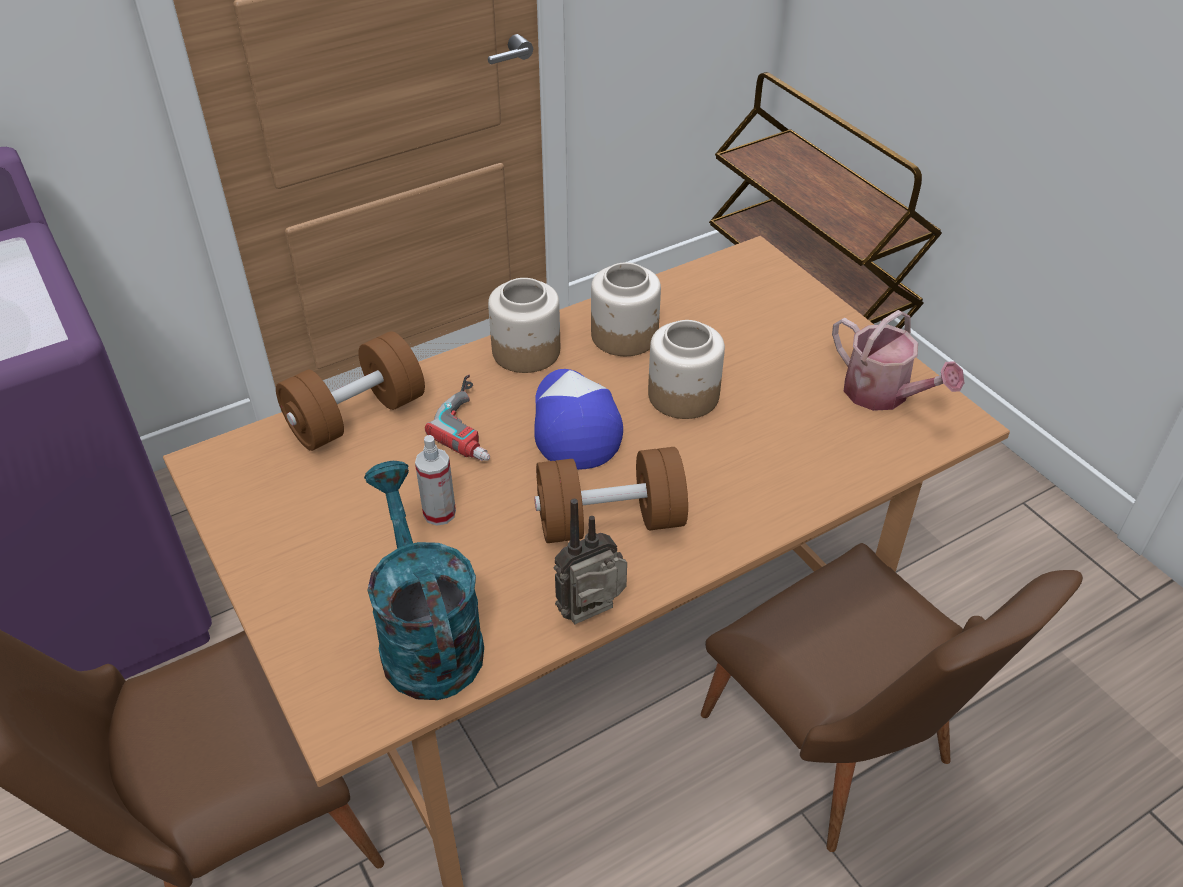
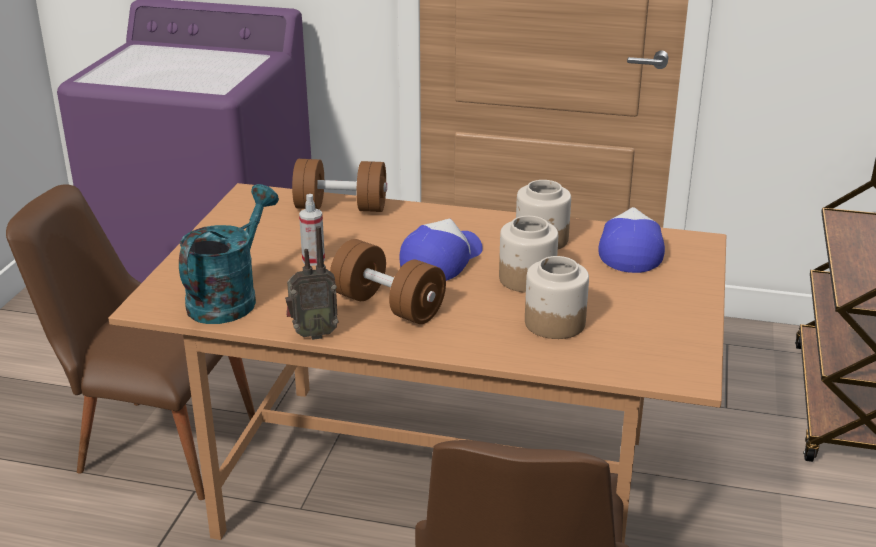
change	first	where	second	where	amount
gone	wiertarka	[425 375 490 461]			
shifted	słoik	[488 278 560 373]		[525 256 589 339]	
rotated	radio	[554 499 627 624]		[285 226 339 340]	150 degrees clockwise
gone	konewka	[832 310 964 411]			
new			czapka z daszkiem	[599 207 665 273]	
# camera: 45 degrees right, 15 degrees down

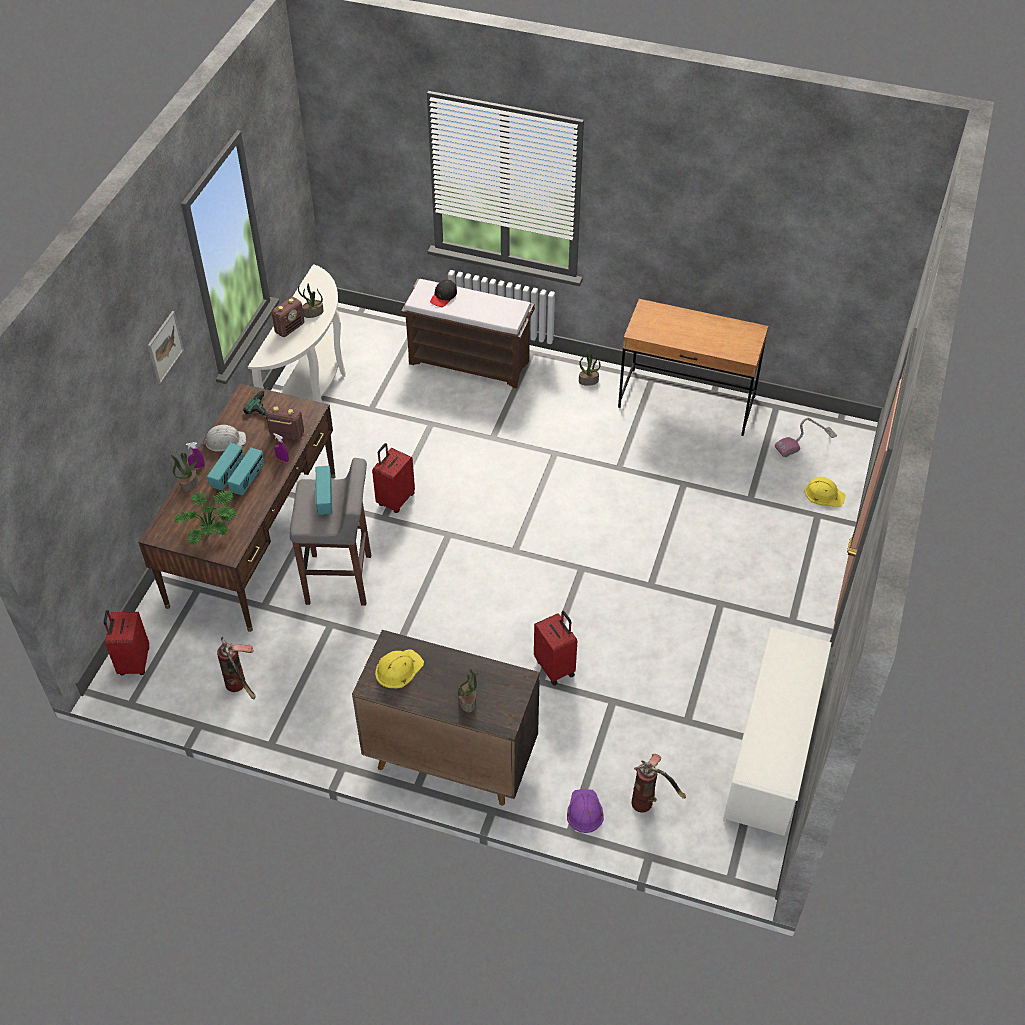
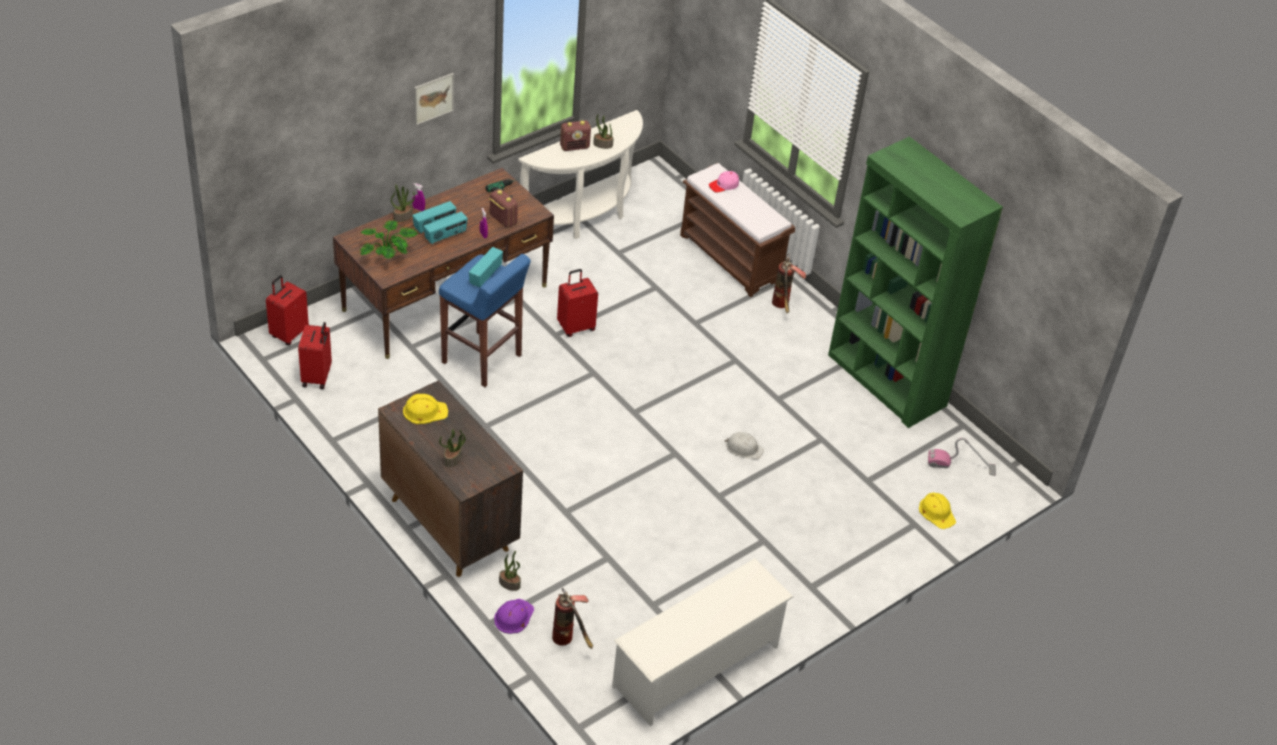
change	first	where	second	where	amount
shifted	kask [biały]	[202 425 246 452]		[725 432 764 459]	
shifted	gaśnica	[217 637 256 699]		[772 254 806 314]	
repainted	stołek [szary]	[290 458 371 605]	stołek [niebieski]	[439 254 531 387]	
repainted	czapka z daszkiem [czarny]	[430 280 457 307]	czapka z daszkiem [różowy]	[709 171 739 192]	
shifted	walizka [czerwony]	[534 611 577 686]		[298 322 332 389]	
shifted	roślina doniczkowa	[579 350 601 386]		[499 551 521 591]	
swapped	biurko [brązowy]	[618 299 768 436]	regał [zielony]	[828 136 1003 428]	
# camera: 30 degrees right, 5 degrees down

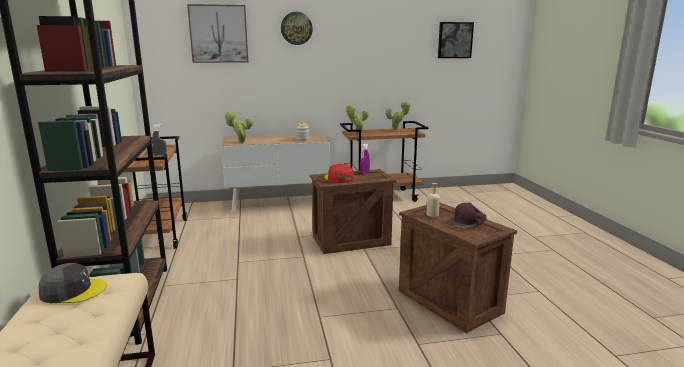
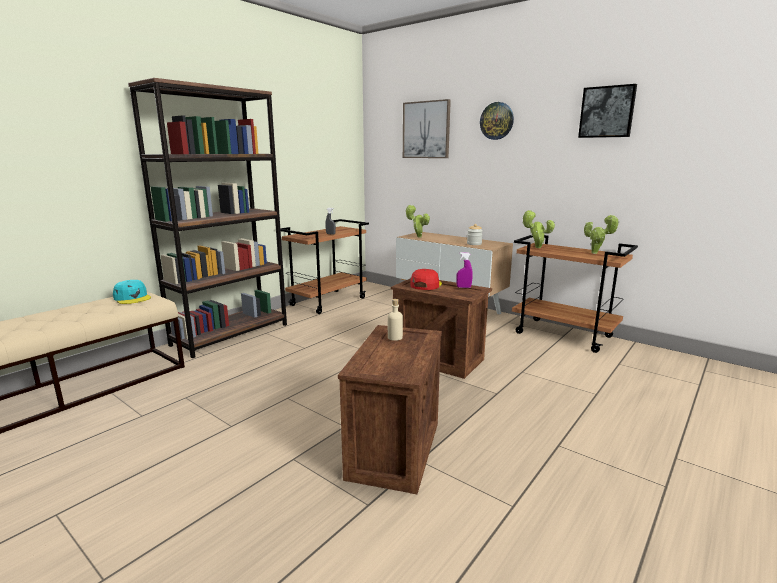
change	first	where	second	where	amount
repainted	czapka z daszkiem [szary]	[38 263 107 303]	czapka z daszkiem [turkusowy]	[113 280 151 304]	
shifted	obraz	[438 22 474 58]		[578 84 637 138]	
gone	czapka z daszkiem [brązowy]	[445 202 487 229]			
# camera: 50 degrees right, 0 degrees up

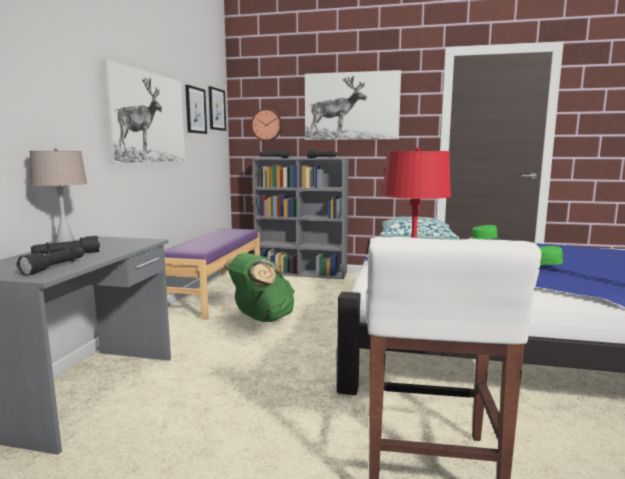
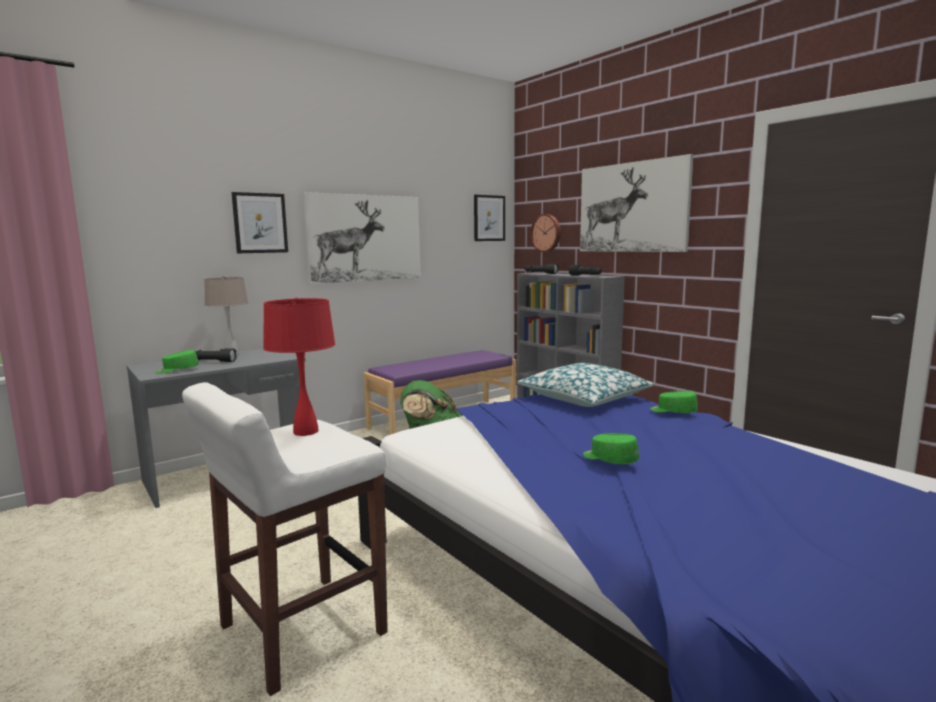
change	first	where	second	where	amount
swapped	latarka [czarny]	[17 247 85 276]	czapka z daszkiem [zielony]	[155 350 199 374]	
shifted	obraz	[185 85 207 134]		[231 192 288 253]	
# camera: 40 degrees right, 0 degrees up

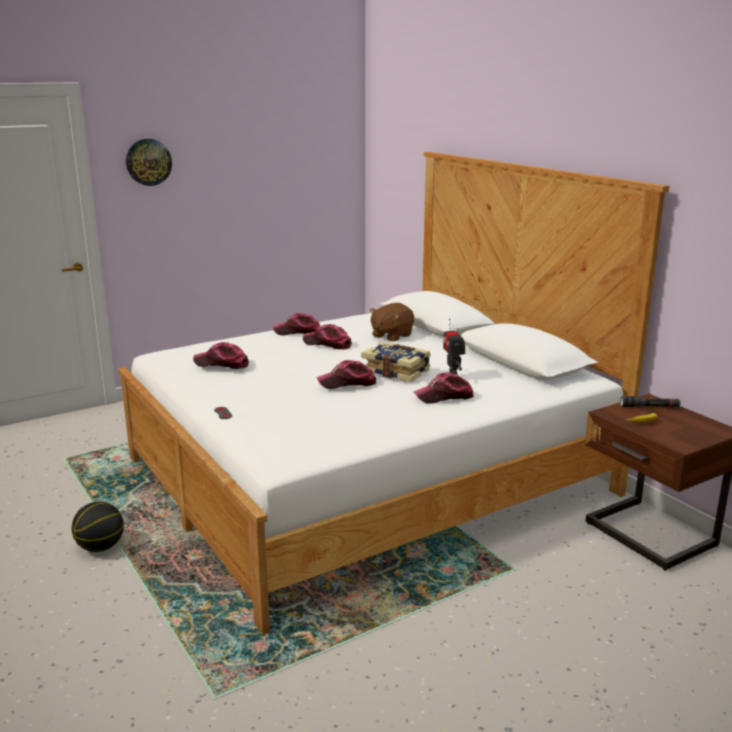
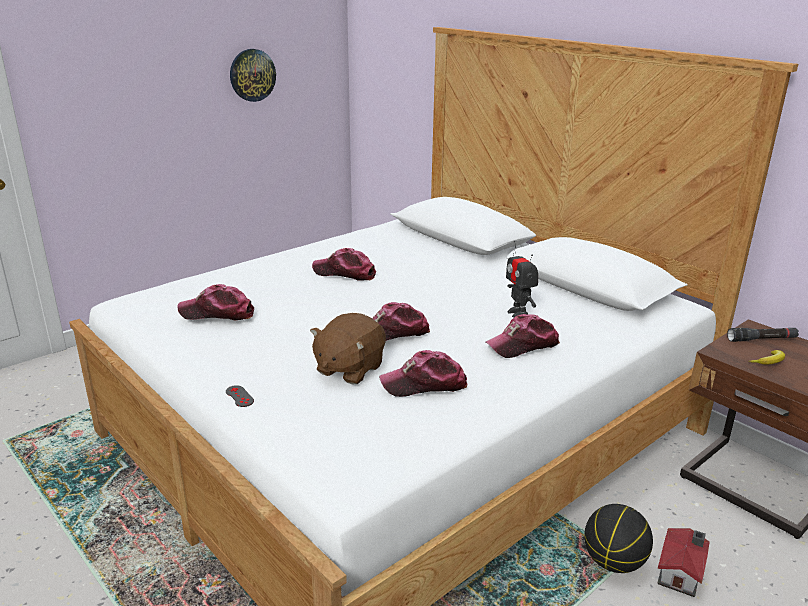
change	first	where	second	where	amount
shifted	piłka do koszykówki	[72 502 124 552]		[584 504 653 573]	
shifted	zegar ścienny	[126 139 172 186]		[230 49 276 102]	
shifted	czapka z daszkiem	[273 313 320 335]		[379 350 467 397]	
gone	książka	[361 342 431 382]			
shifted	pluszak [brązowy]	[370 303 414 342]		[310 313 386 385]	
new			domek	[657 528 710 597]	
# camera: 10 degrees left, 5 degrees up

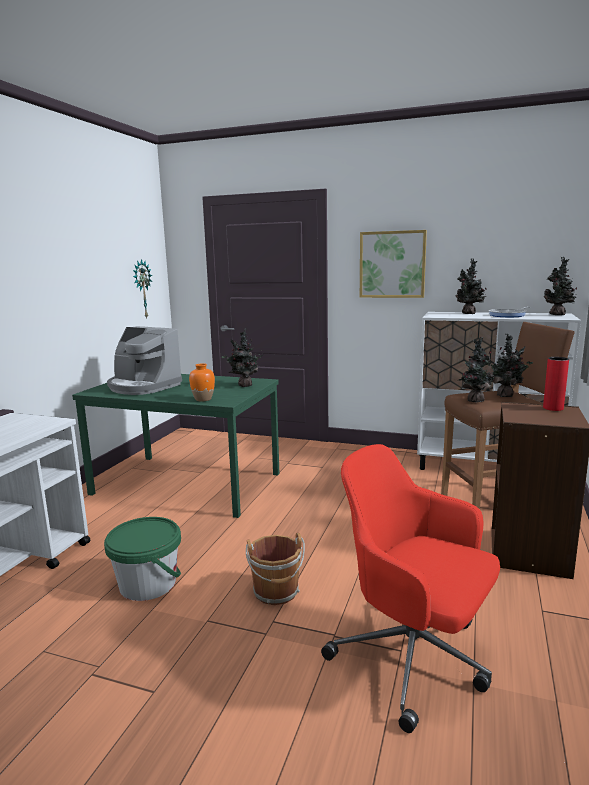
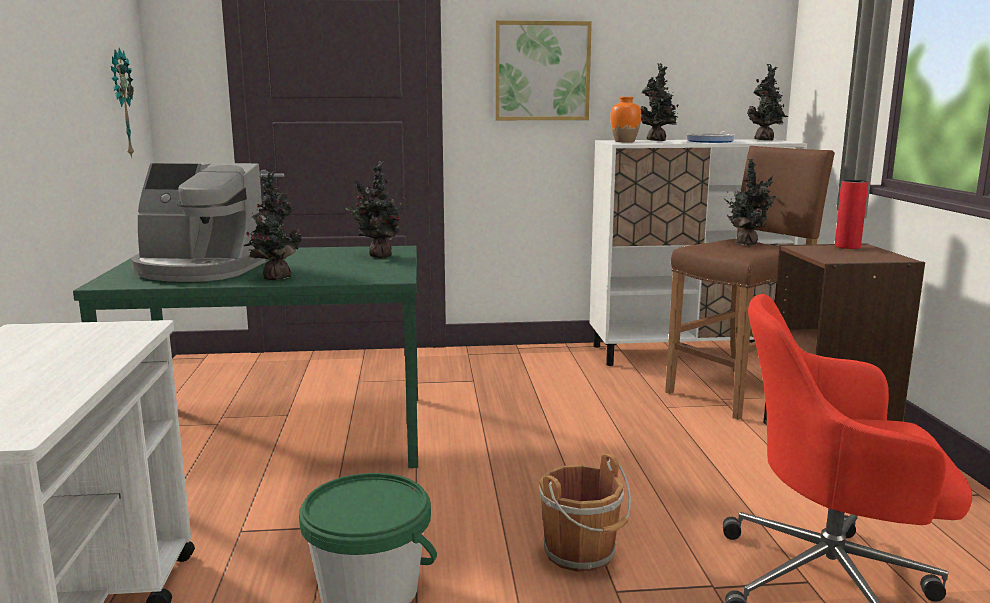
change	first	where	second	where	amount
shifted	wazon [pomarańczowy]	[189 363 215 402]		[610 97 641 142]	
shifted	roślina doniczkowa	[459 337 494 403]		[243 171 302 280]	
# camera: 25 degrees left, 0 degrees up

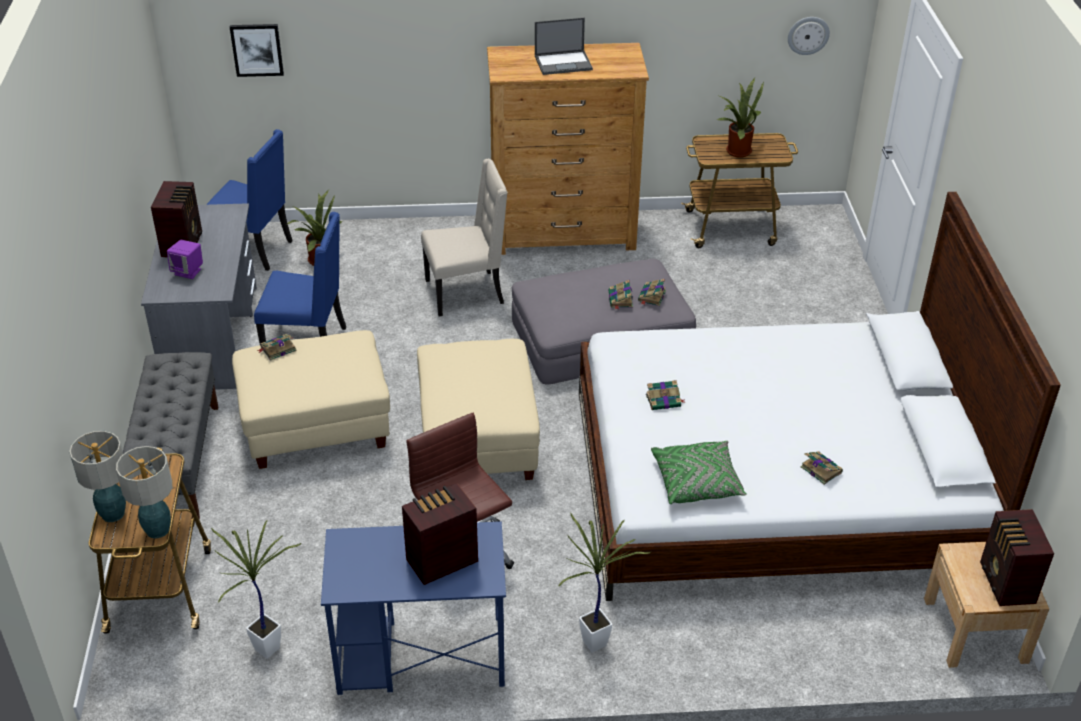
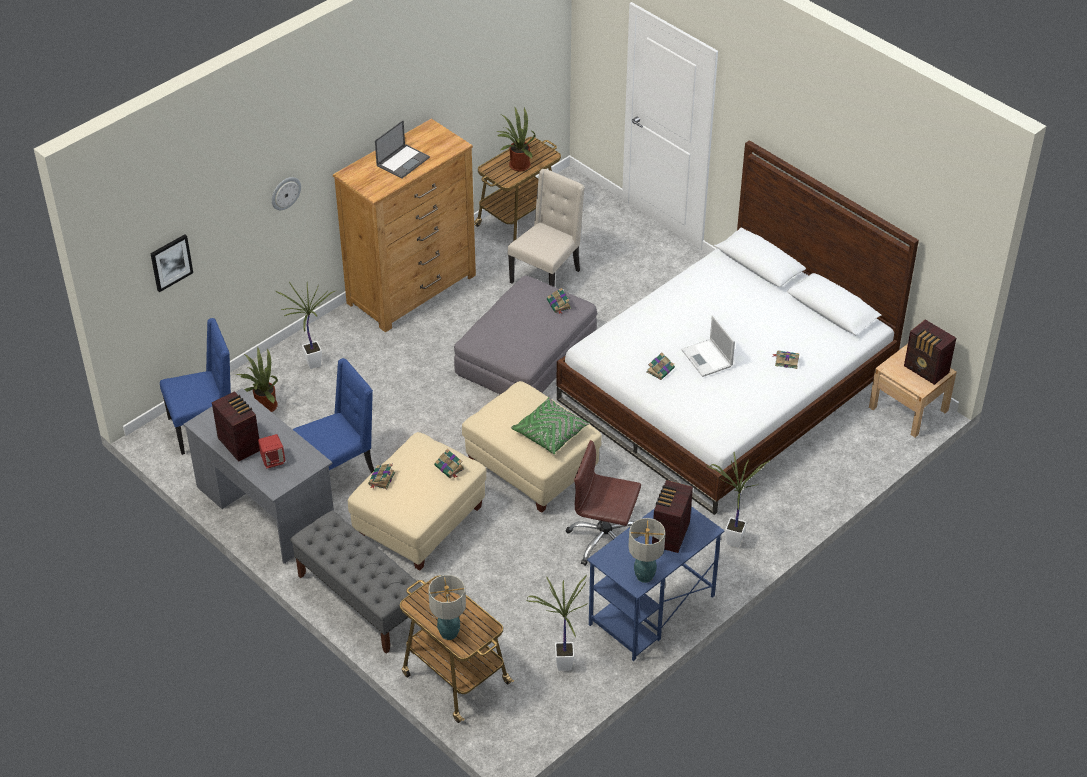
change	first	where	second	where	amount
shifted	lampa stołowa	[116 446 172 539]		[628 518 665 583]	
repainted	głośnik [fioletowy]	[167 240 203 279]	głośnik [czerwony]	[258 434 285 468]	
shifted	krzesło [beżowy]	[421 159 508 317]		[508 169 585 287]	
shifted	książka	[609 280 633 310]		[434 449 464 478]	
shifted	poduszka [zielony]	[651 441 747 504]		[511 397 590 454]	
shifted	zegar ścienny	[788 17 830 55]		[271 177 301 210]	
new			roślina doniczkowa	[275 282 337 369]	
new			laptop	[681 315 735 377]	
# camera: 40 degrees left, 5 degrees up

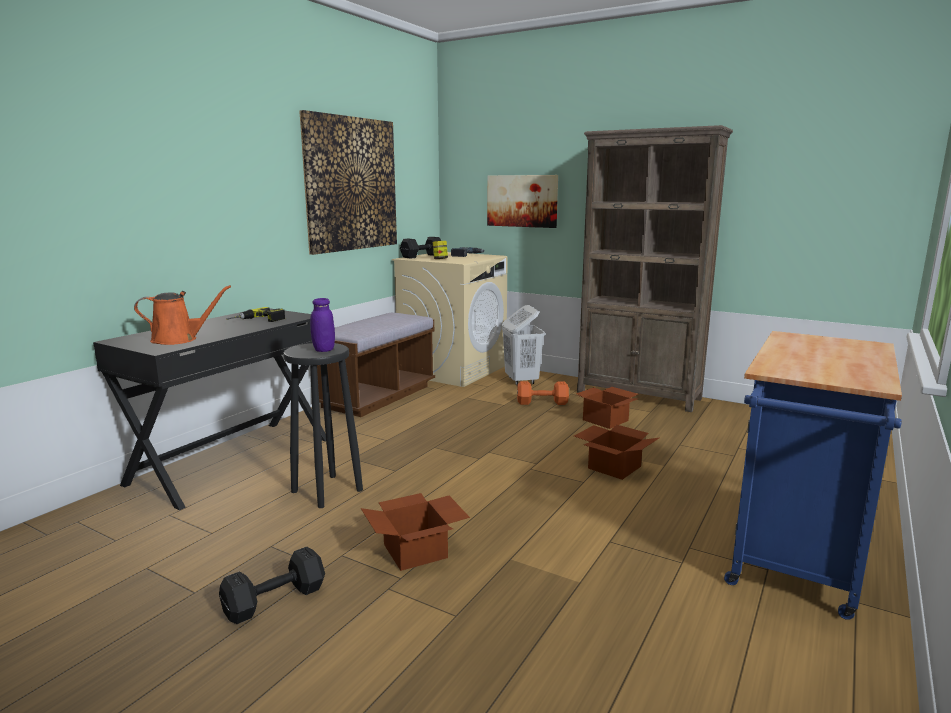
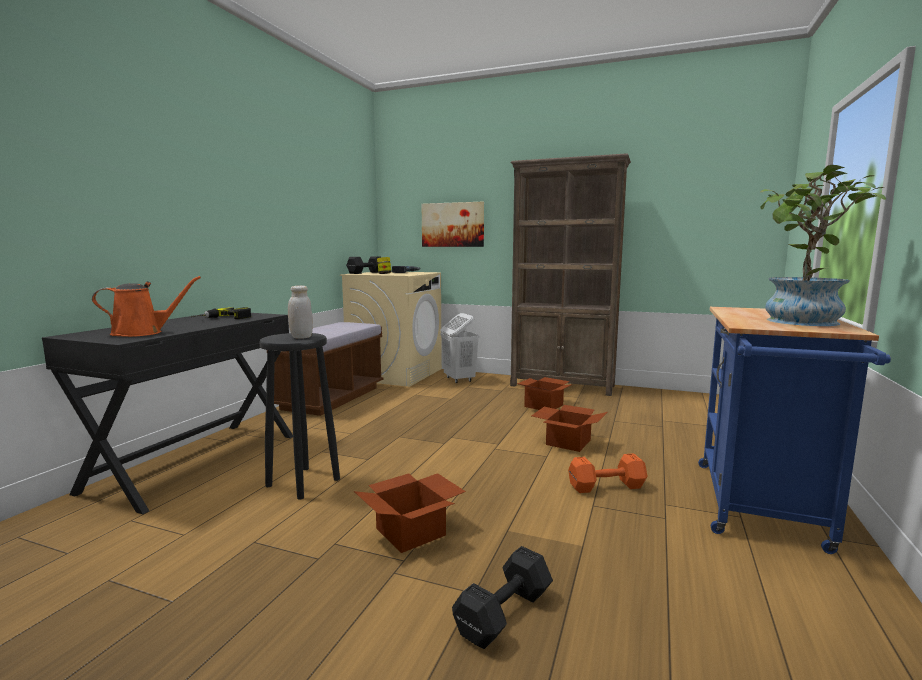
change	first	where	second	where	amount
shifted	hantel [czarny]	[219 547 325 624]		[452 546 553 649]	
gone	obraz	[299 110 397 255]			
repainted	słoik [fioletowy]	[310 298 335 352]	słoik [biały]	[288 286 313 339]	
shifted	hantel [pomarańczowy]	[517 381 569 405]		[568 453 647 493]	
new			roślina doniczkowa	[760 165 886 326]	
# camera: 10 degrees left, 5 degrees down

